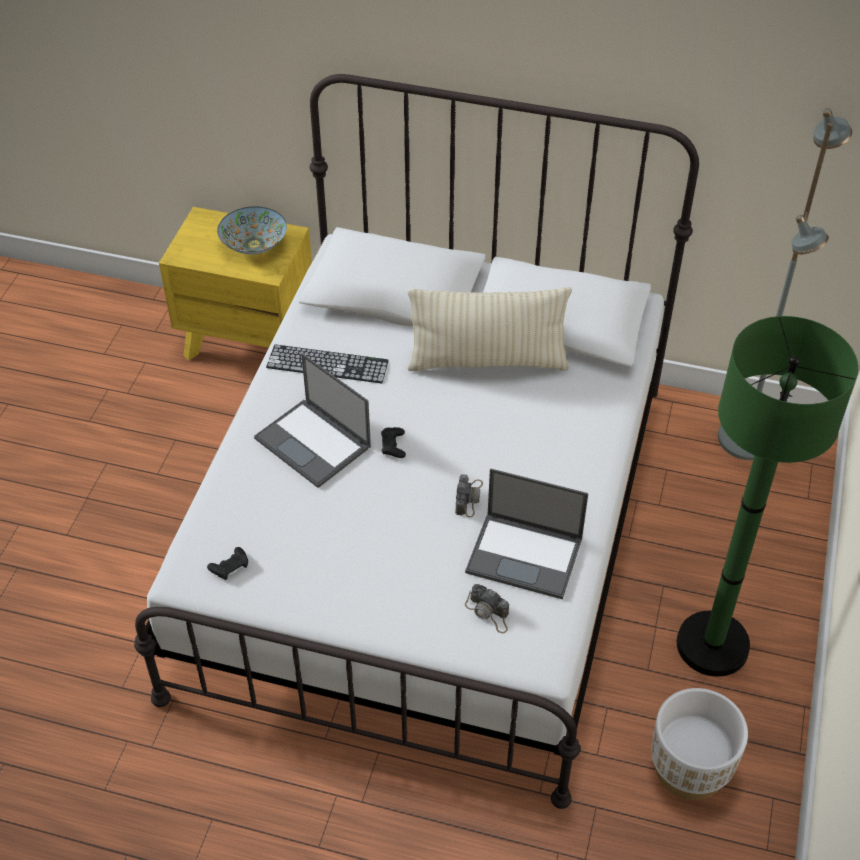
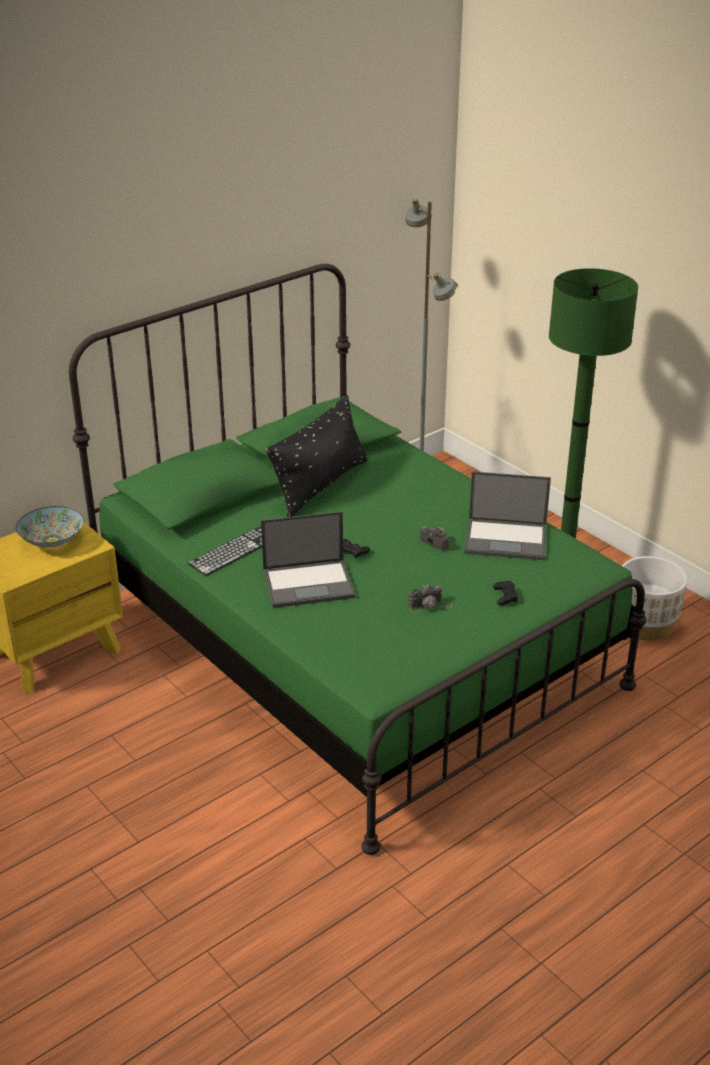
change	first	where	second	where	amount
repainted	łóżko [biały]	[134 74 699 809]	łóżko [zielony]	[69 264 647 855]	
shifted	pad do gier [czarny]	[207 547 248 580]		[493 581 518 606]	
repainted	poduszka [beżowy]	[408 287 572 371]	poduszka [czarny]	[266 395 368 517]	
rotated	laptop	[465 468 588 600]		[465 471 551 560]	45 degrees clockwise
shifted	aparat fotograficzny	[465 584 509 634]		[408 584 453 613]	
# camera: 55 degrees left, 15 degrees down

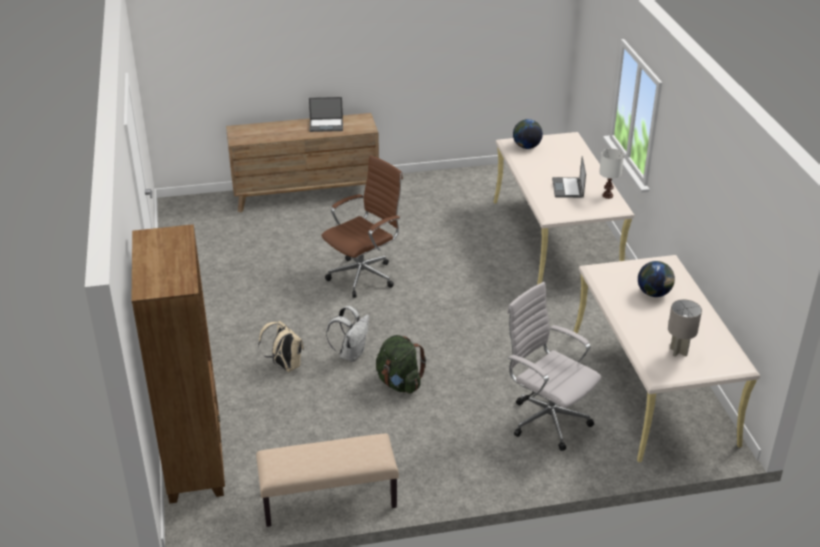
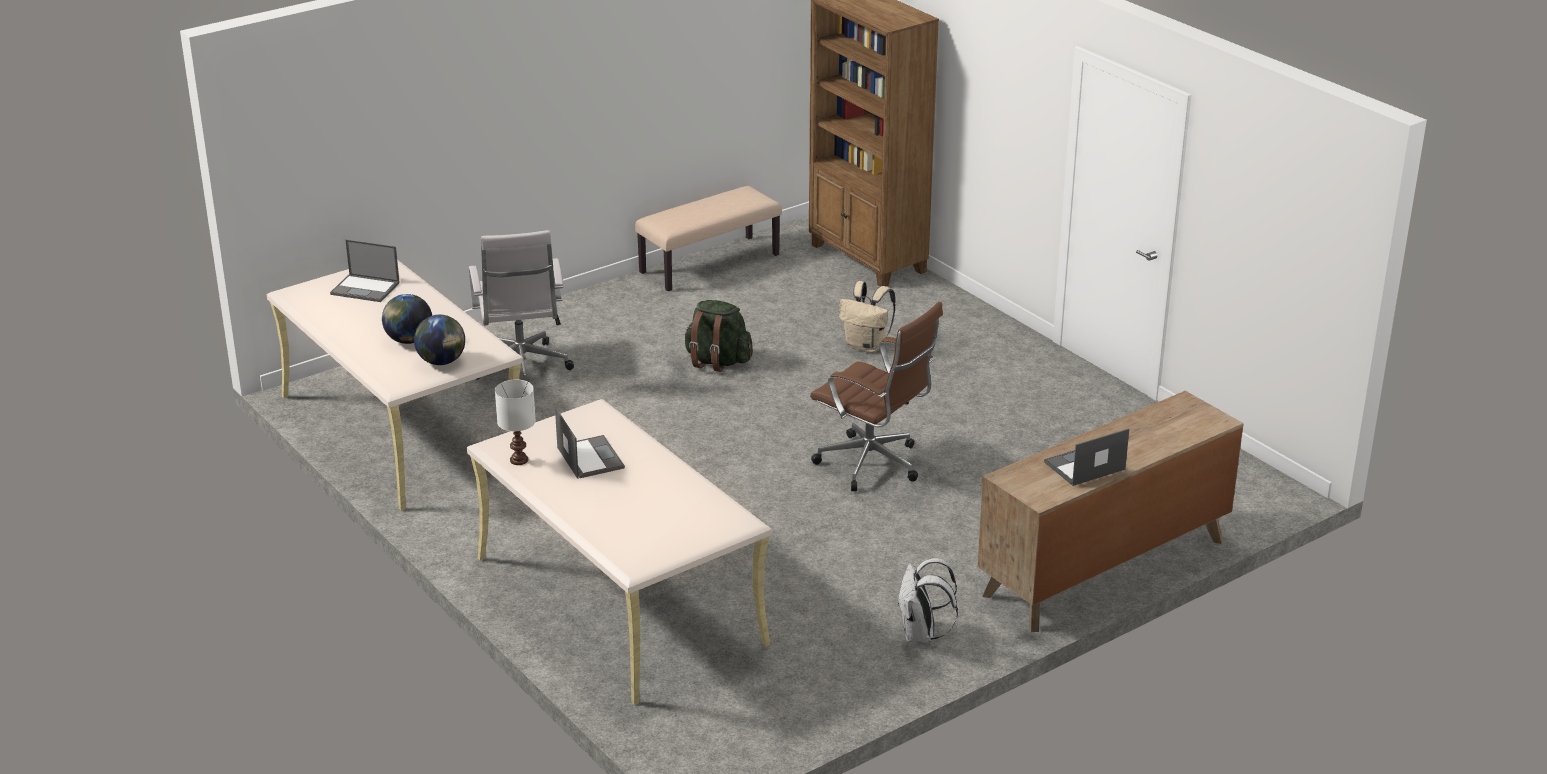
change	first	where	second	where	amount
rotated	krzesło biurowe [brązowy]	[321 155 403 298]		[810 302 943 491]	75 degrees counterclockwise
shifted	plecak [biały]	[326 306 369 362]		[898 558 958 643]	
rotated	krzesło biurowe [biały]	[507 282 601 451]		[469 230 574 383]	60 degrees clockwise
shifted	globus	[513 119 543 149]		[414 315 465 365]	
swapped	lampa stołowa [szary]	[668 299 702 357]	laptop	[330 240 400 302]	
# camera: 155 degrees right, 5 degrees down

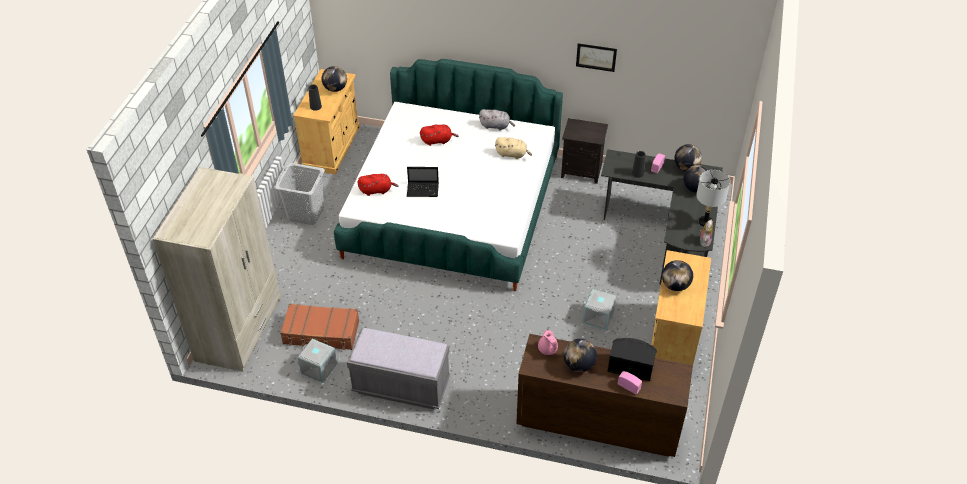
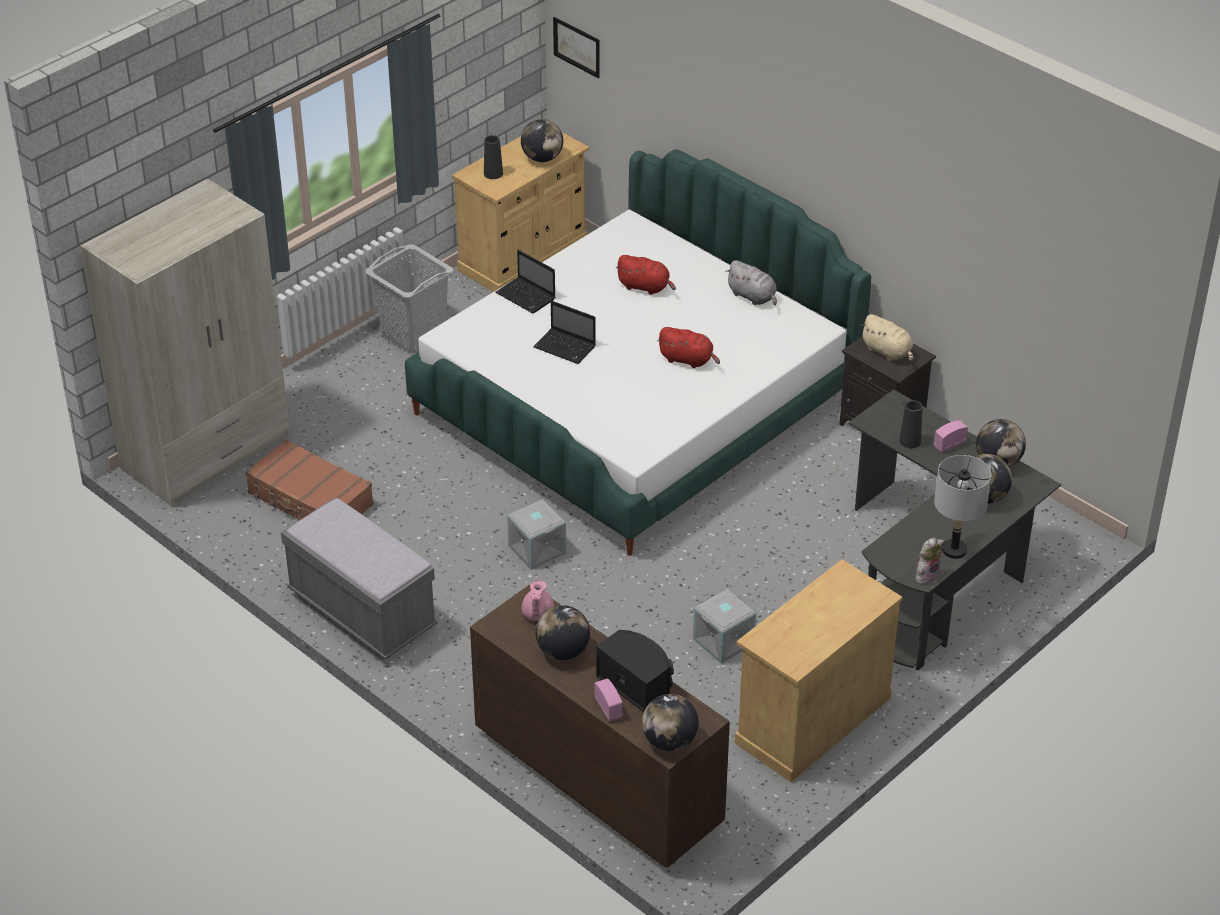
change	first	where	second	where	amount
shifted	pojemnik do przechowywania [szary]	[298 339 337 383]		[507 499 567 570]	
shifted	pluszak [czerwony]	[357 174 399 196]		[657 327 720 368]	
shifted	pluszak [beżowy]	[495 137 532 159]		[860 314 913 362]	
shifted	obraz	[576 43 617 72]		[553 17 600 78]	
shifted	globus	[662 260 693 291]		[642 694 699 751]	
new			laptop	[496 250 556 313]	
# camera: 30 degrees right, 5 degrees down

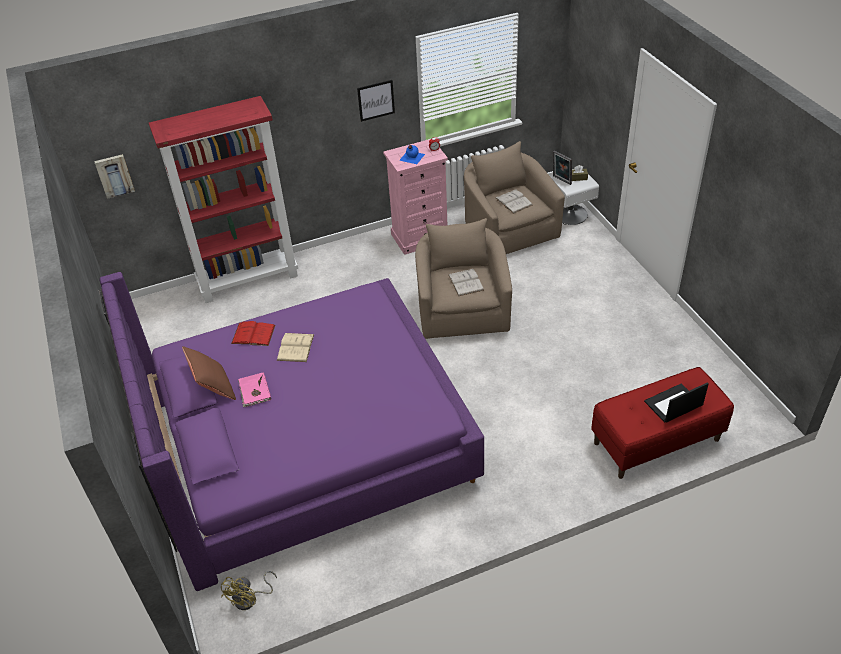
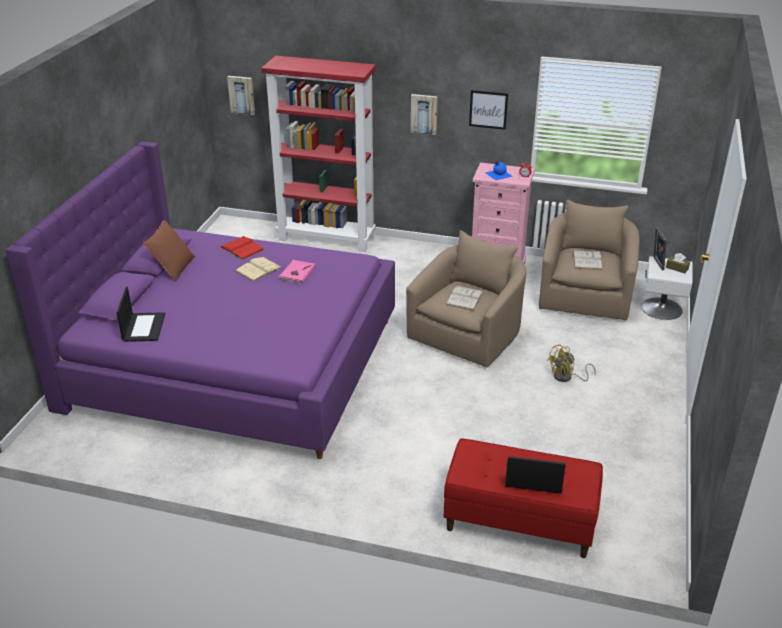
change	first	where	second	where	amount
shifted	wentylator [żółty]	[221 571 277 610]		[547 344 596 382]	
shifted	książka [różowy]	[238 372 271 407]		[278 260 316 284]	
new			laptop	[116 286 165 342]	
new			obraz	[411 94 438 135]	
# camera: 35 degrees right, 10 degrees down

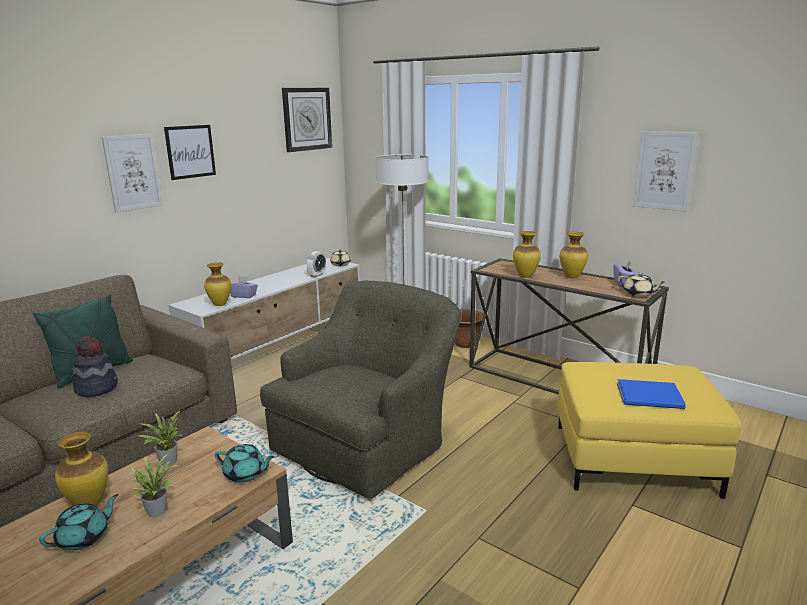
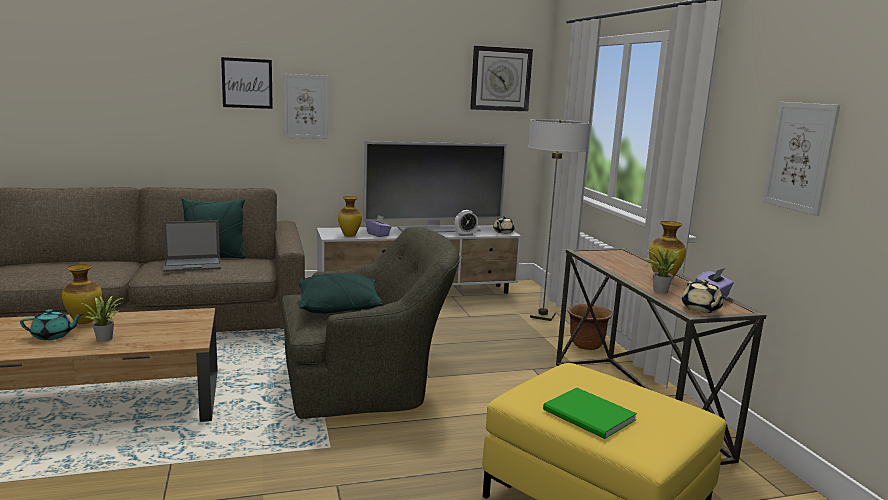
change	first	where	second	where	amount
swapped	kapelusz	[73 336 118 397]	laptop	[163 220 221 272]	
shifted	roślina doniczkowa	[138 410 182 466]		[644 248 681 293]	
shifted	obraz	[164 125 216 180]		[221 57 273 109]	
gone	imbryk [turkusowy]	[215 444 274 483]			
gone	wazon	[513 231 541 278]			
repainted	książka [niebieski]	[617 379 686 409]	książka [zielony]	[543 388 637 439]	
new			poduszka [zielony]	[299 273 383 314]	
new			telewizor	[363 141 507 232]	
# camera: 35 degrees right, 5 degrees down

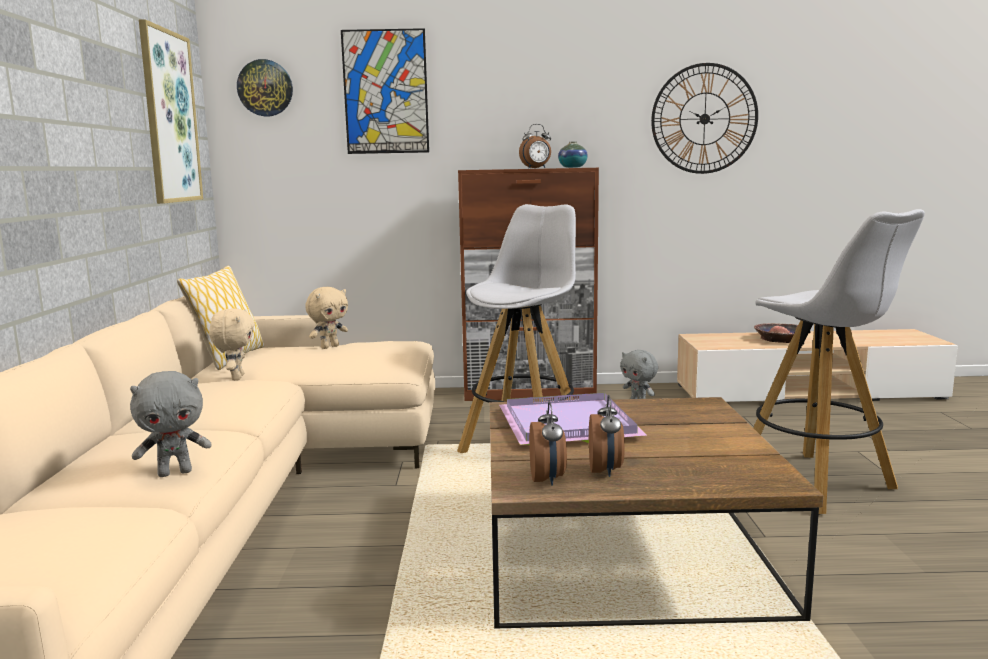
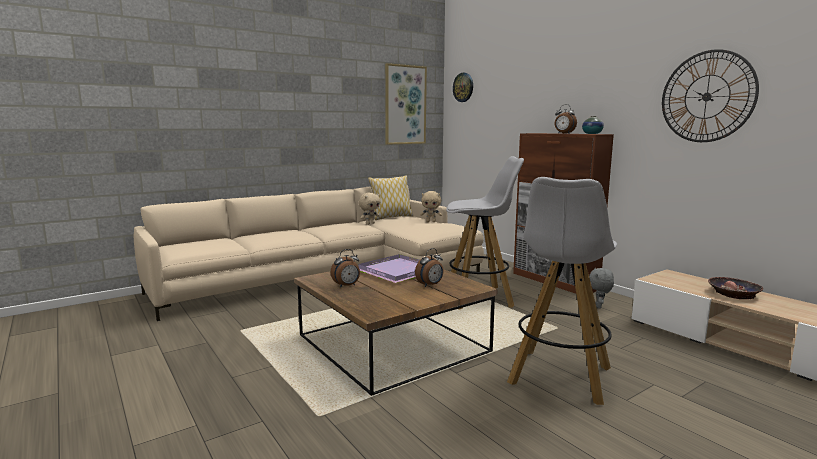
change	first	where	second	where	amount
gone	pluszak [szary]	[130 371 212 477]			
gone	obraz	[341 28 429 154]			
shifted	budzik	[529 402 567 486]		[415 248 444 287]	
# camera: 55 degrees right, 0 degrees up

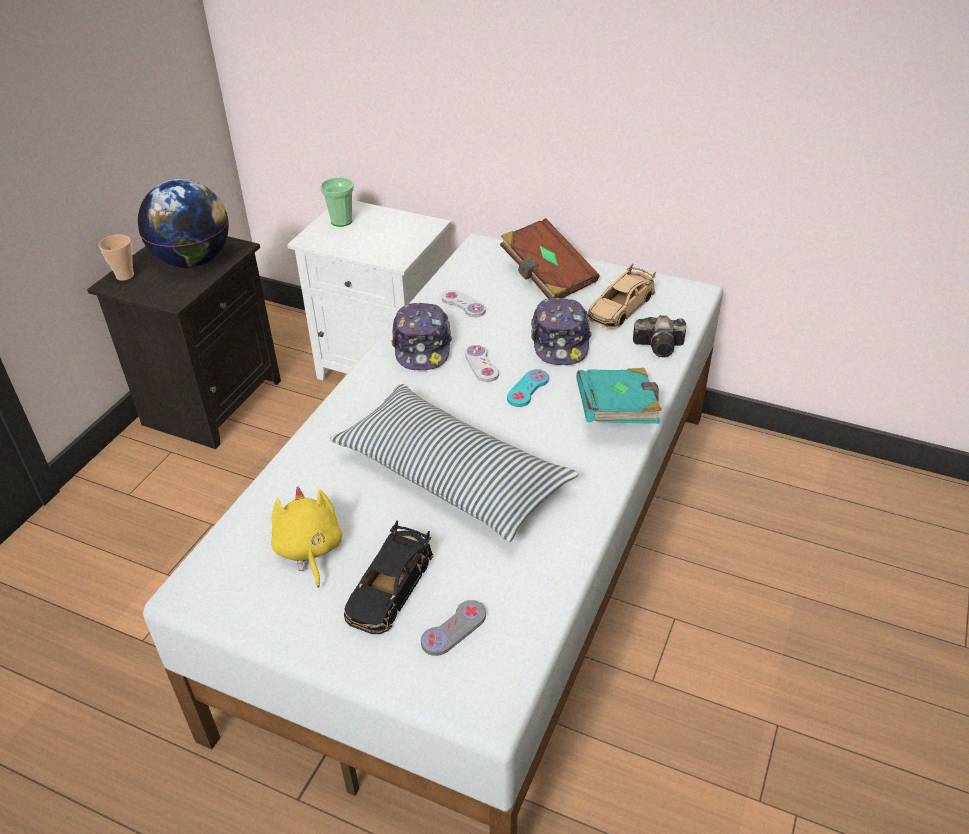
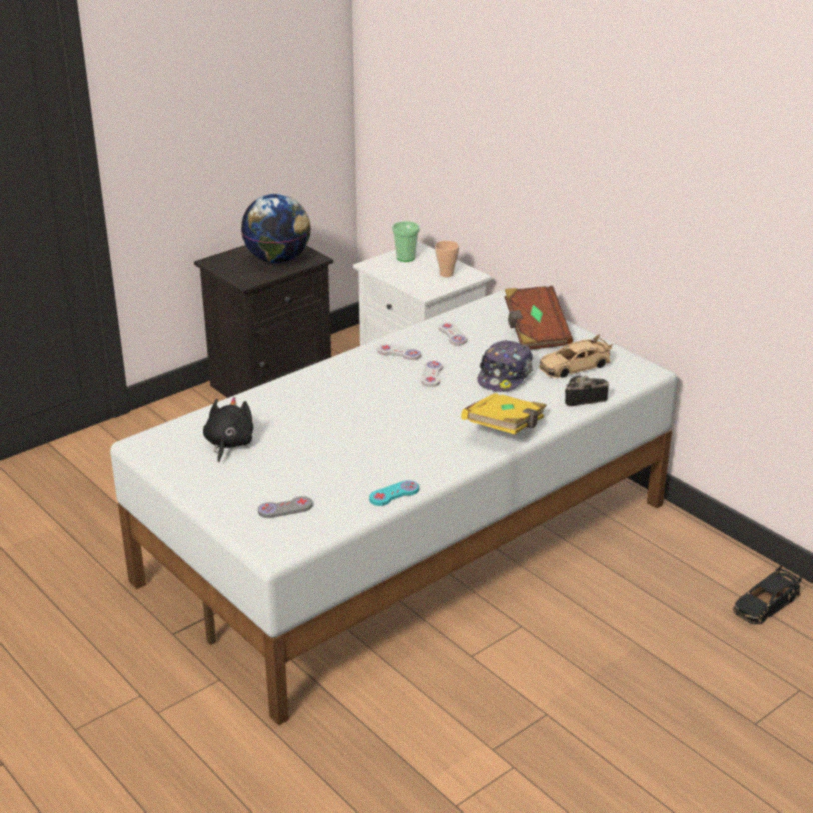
change	first	where	second	where	amount
shifted	filiżanka	[99 234 134 281]		[435 241 460 277]	
repainted	pluszak [żółty]	[271 487 342 588]	pluszak [czarny]	[203 397 253 463]	
gone	poduszka	[330 384 579 542]			
shifted	samochodzik [czarny]	[344 521 434 634]		[733 565 802 624]	
swapped	czapka z daszkiem	[391 303 452 370]	pad do gier [biały]	[377 344 421 360]	
shifted	pad do gier [turkusowy]	[507 369 549 407]		[369 480 419 506]	
repainted	książka [turkusowy]	[576 368 661 424]	książka [żółty]	[461 393 547 434]	
rotated	aparat fotograficzny	[633 315 686 357]		[565 376 609 406]	135 degrees clockwise
# camera: 25 degrees right, 10 degrees down

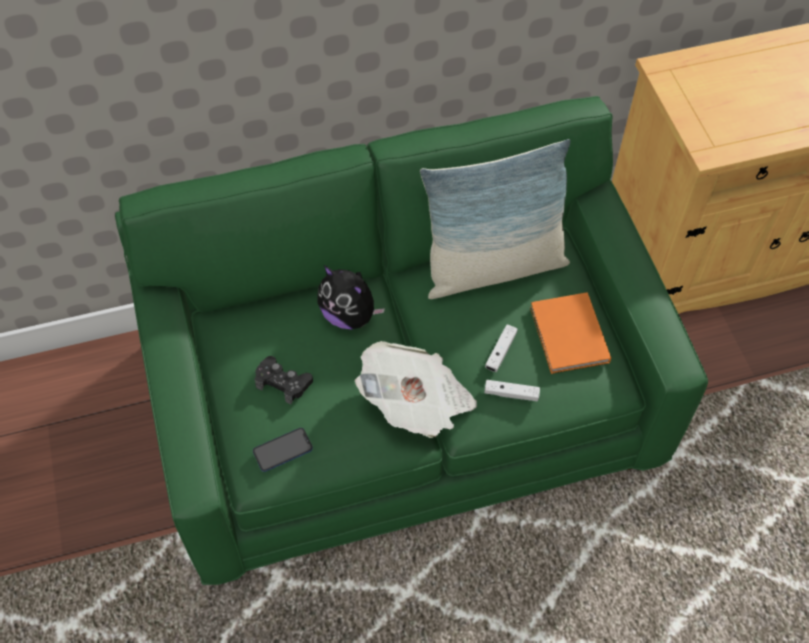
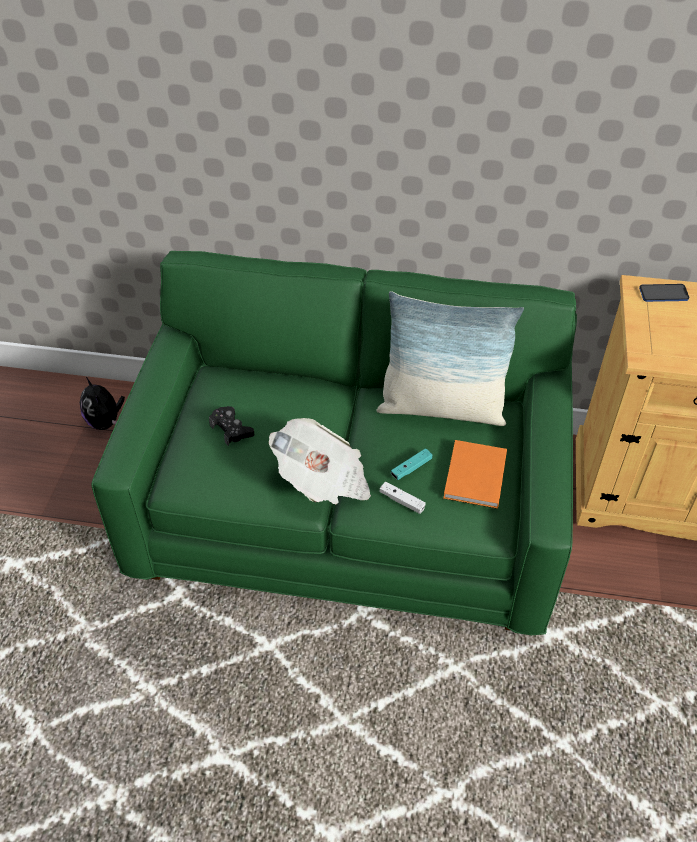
change	first	where	second	where	amount
shifted	telefon	[253 428 313 472]		[639 284 689 302]	
shifted	pluszak	[318 265 385 330]		[80 377 125 430]	
repainted	pad do gier [biały]	[485 324 518 372]	pad do gier [turkusowy]	[391 448 432 480]	
# camera: 25 degrees right, 10 degrees down

